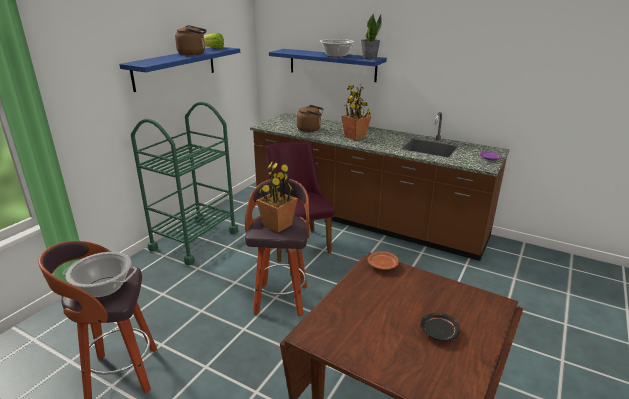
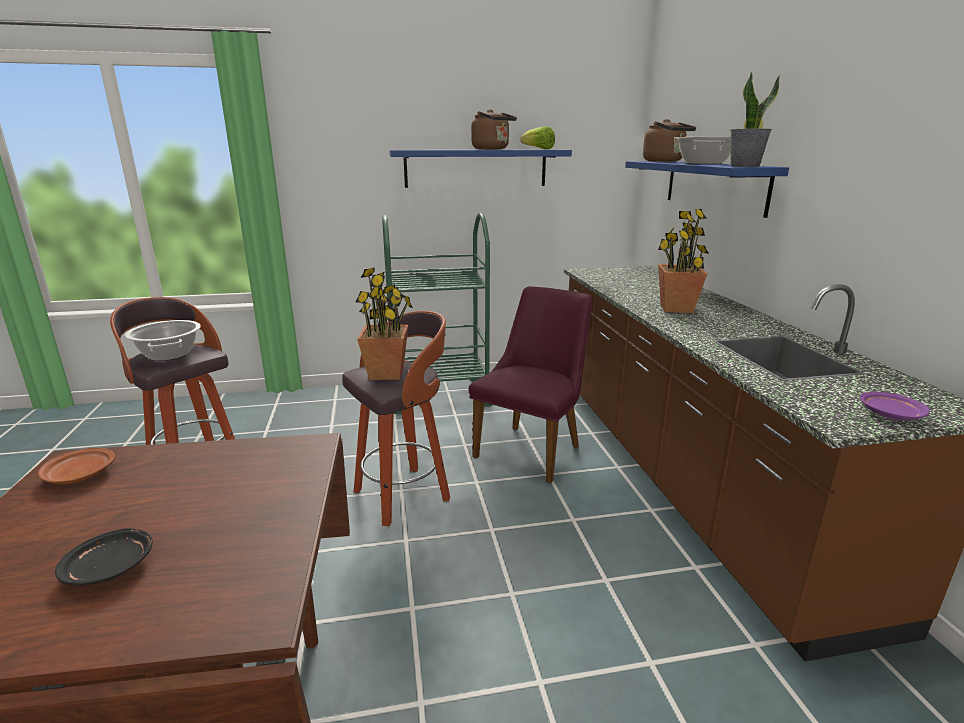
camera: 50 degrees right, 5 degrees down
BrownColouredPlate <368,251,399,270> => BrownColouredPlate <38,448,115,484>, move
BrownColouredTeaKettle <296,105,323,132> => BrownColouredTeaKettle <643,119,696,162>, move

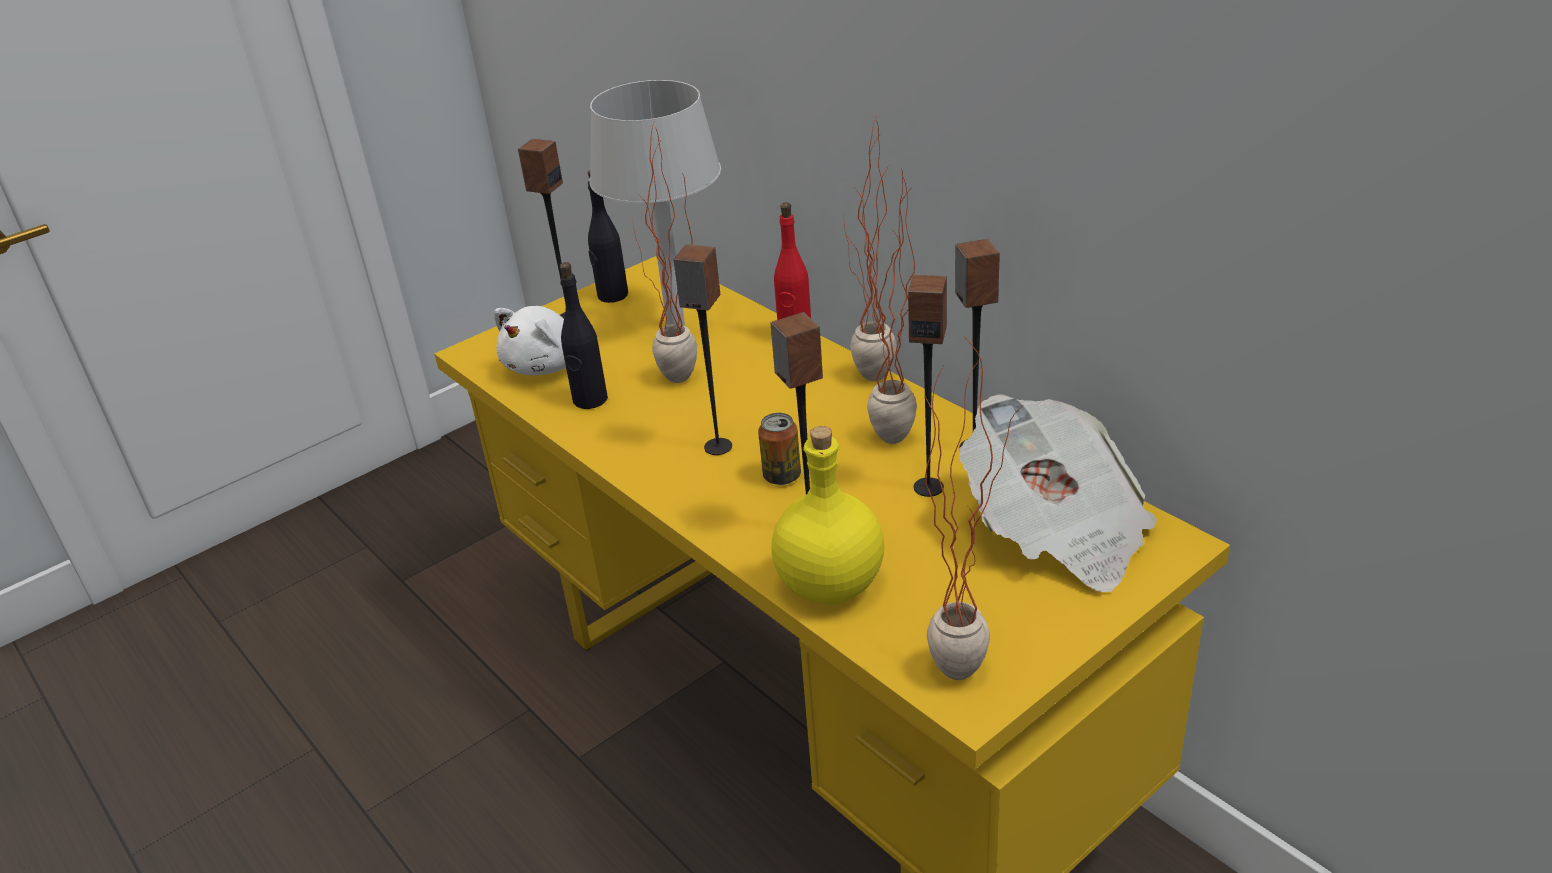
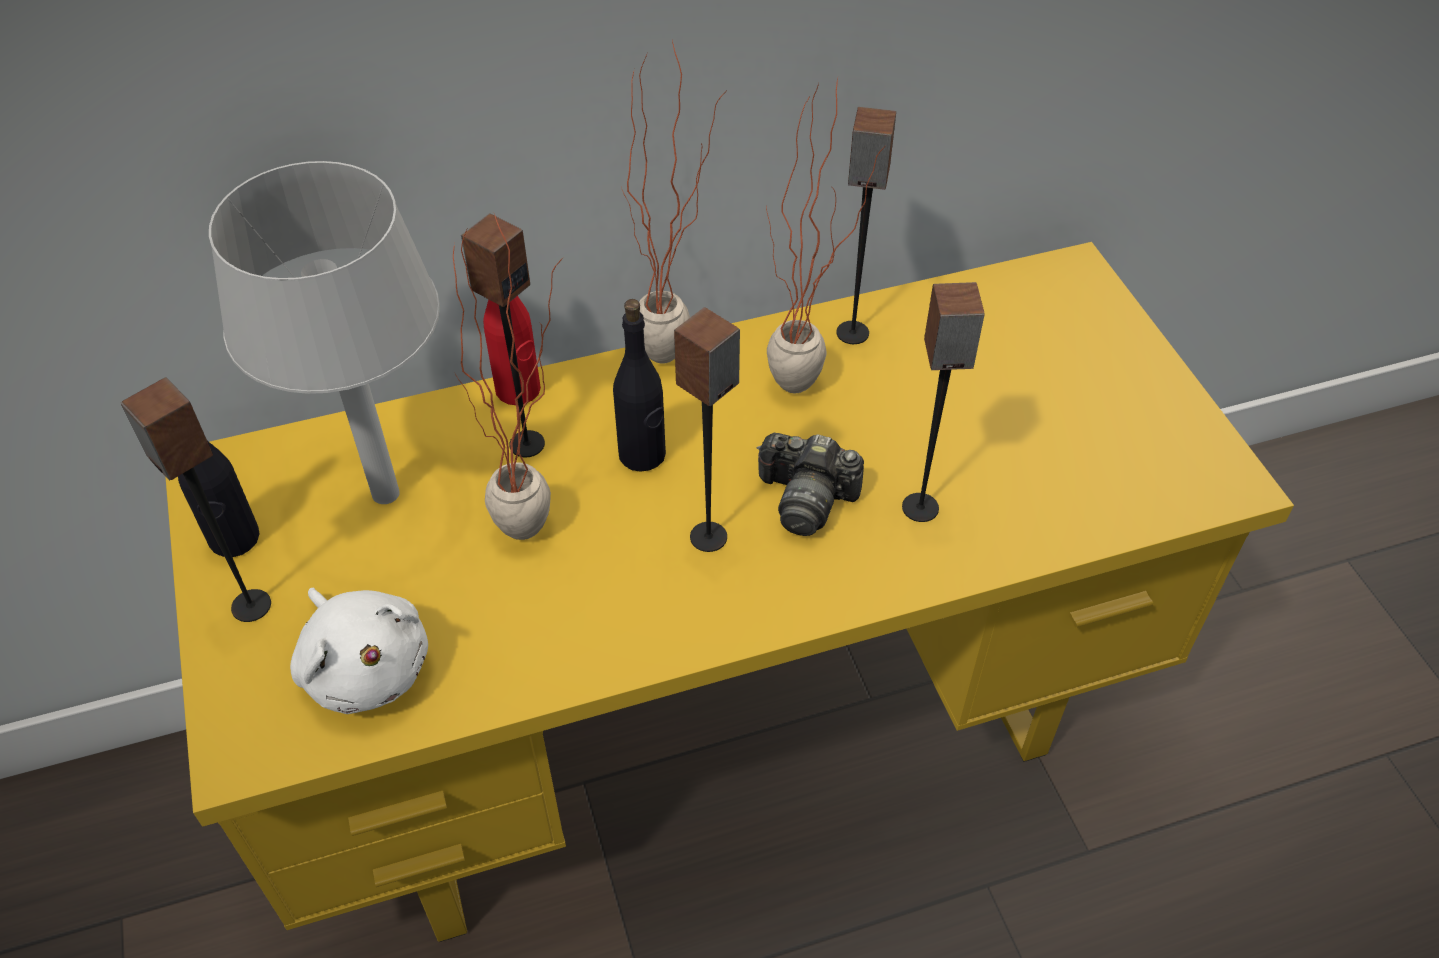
camera: 70 degrees left, 15 degrees up
AudioSpeaker <908,274,947,497> => AudioSpeaker <461,214,545,457>, move
BlackBottle <560,262,608,409> => BlackBottle <613,299,666,472>, move
Can <758,413,801,485> => PhotoCamera <757,433,864,536>
YellowishBottle <772,426,884,605> => nothing
Houseplant <925,340,1023,680> => nothing
PrintedPaper <959,394,1157,592> => nothing

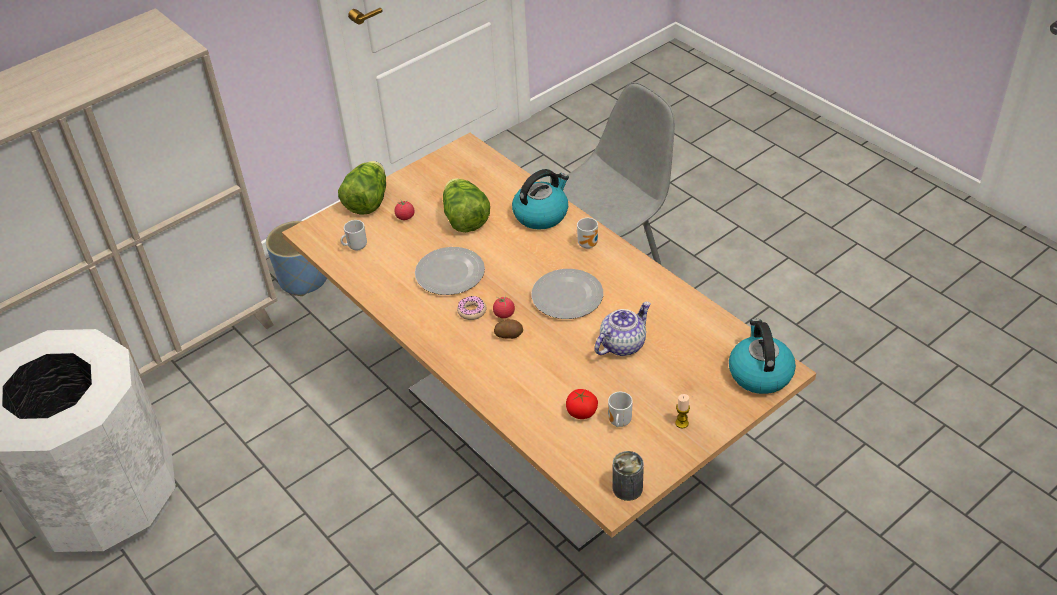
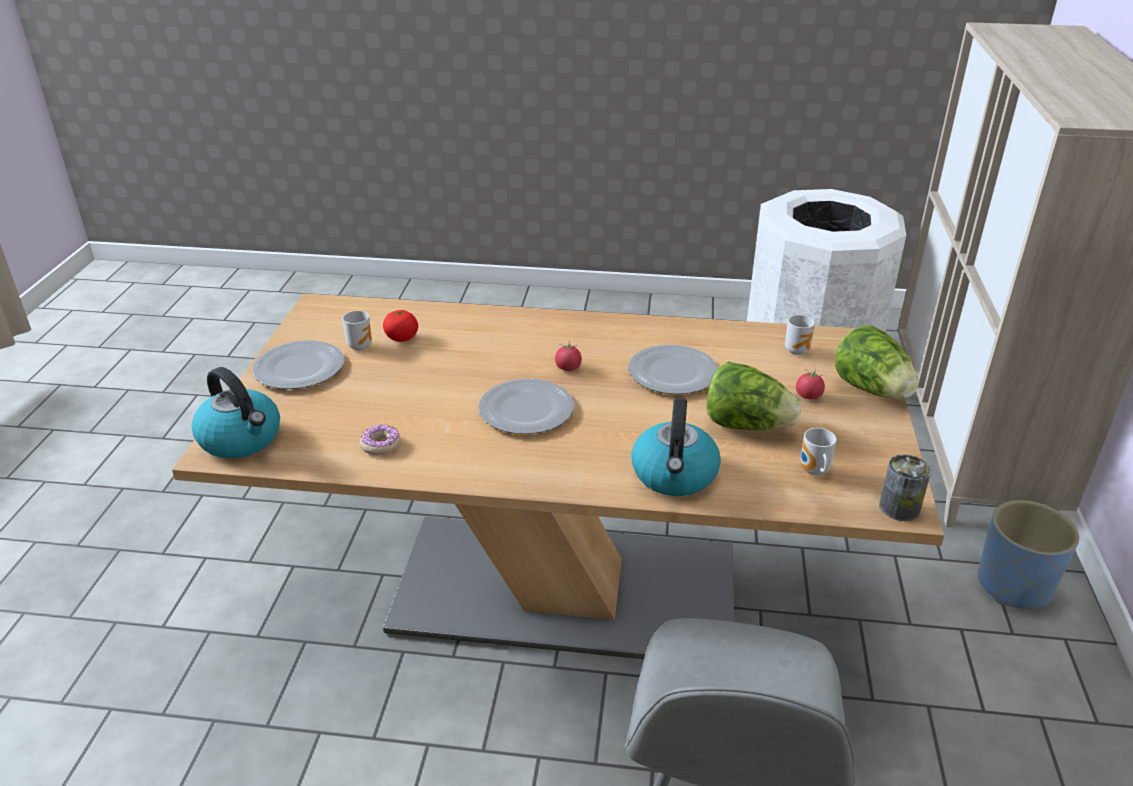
camera: 135 degrees right, 10 degrees down
Candle <675,394,690,428> => Plate <252,340,344,389>
Doughnut <457,296,486,320> => Doughnut <360,425,401,455>, move
CoffeeMug <577,218,598,249> => CoffeeMug <800,428,837,475>, move
Can <613,451,644,501> => Can <879,454,931,521>, move
WholePotato <494,319,523,339> => nothing
PotForTea <595,302,651,356> => nothing

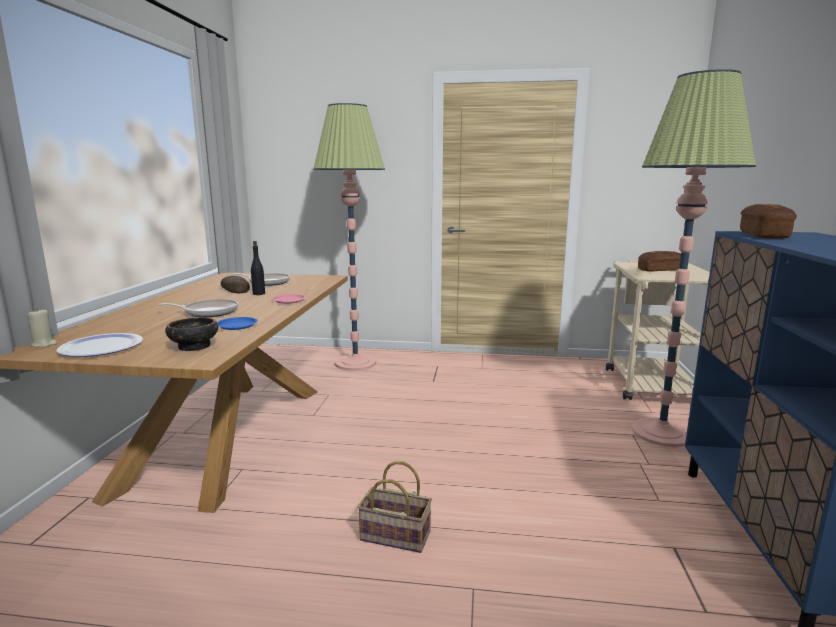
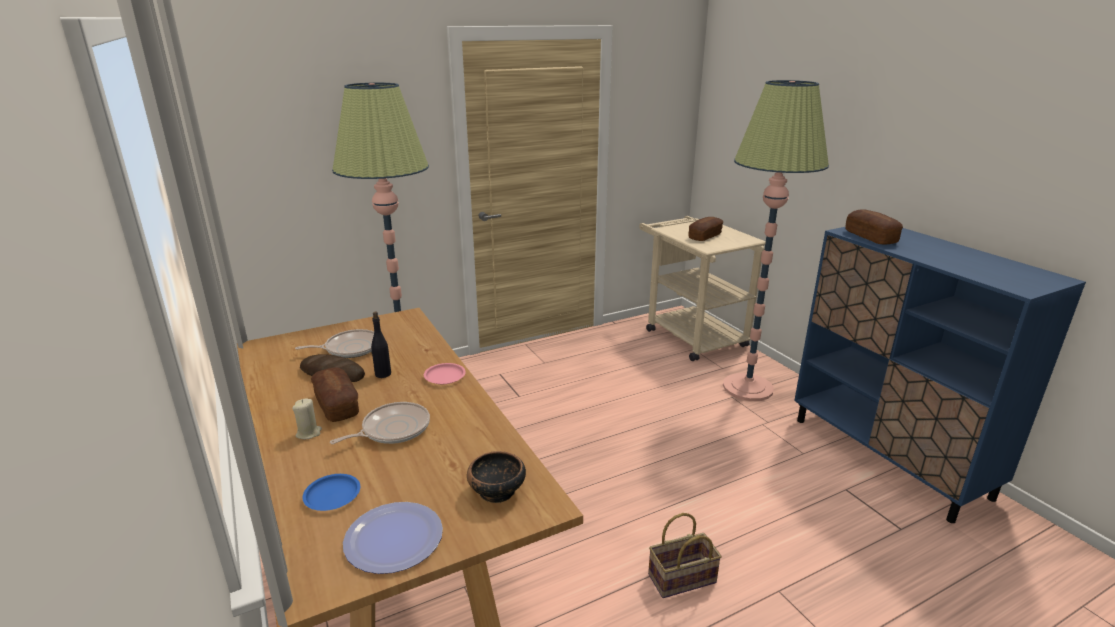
camera: 35 degrees left, 10 degrees up
SandColouredCandle <27,308,57,347> => SandColouredCandle <292,399,322,440>, move
BlueColouredPlate <217,317,258,330> => BlueColouredPlate <302,474,361,511>, move
nothing => BakedBread <311,367,359,422>

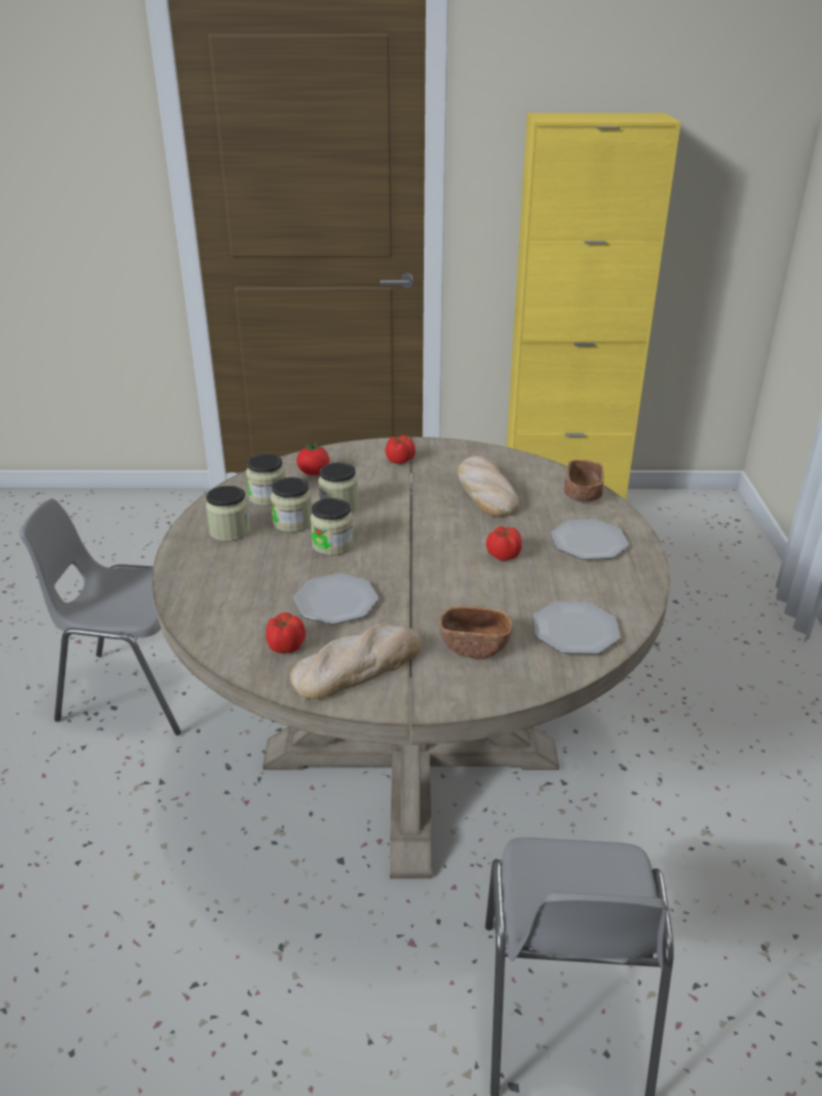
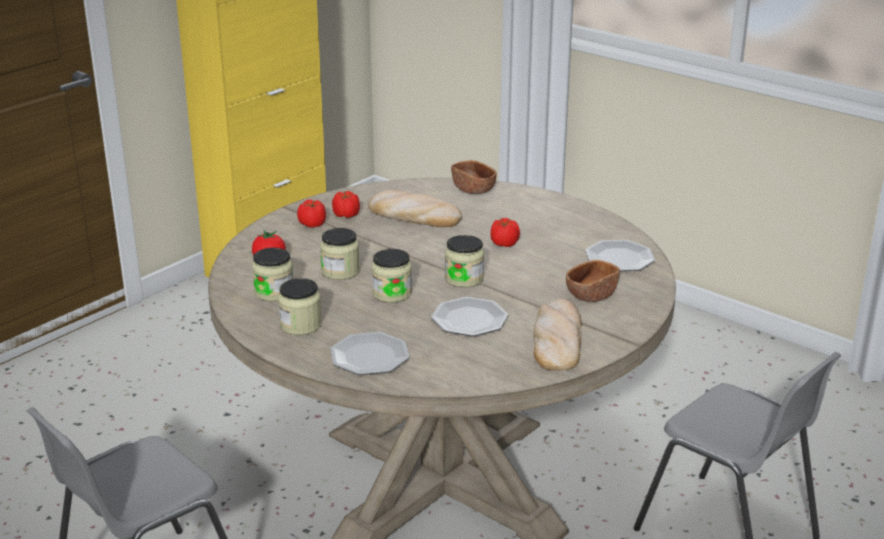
camera: 50 degrees left, 5 degrees down
Plate <551,519,629,560> => Plate <330,332,410,375>, move
Tomato <266,612,306,653> => Tomato <332,191,360,218>, move
StorageJar <270,477,312,532> => StorageJar <445,235,484,288>, move

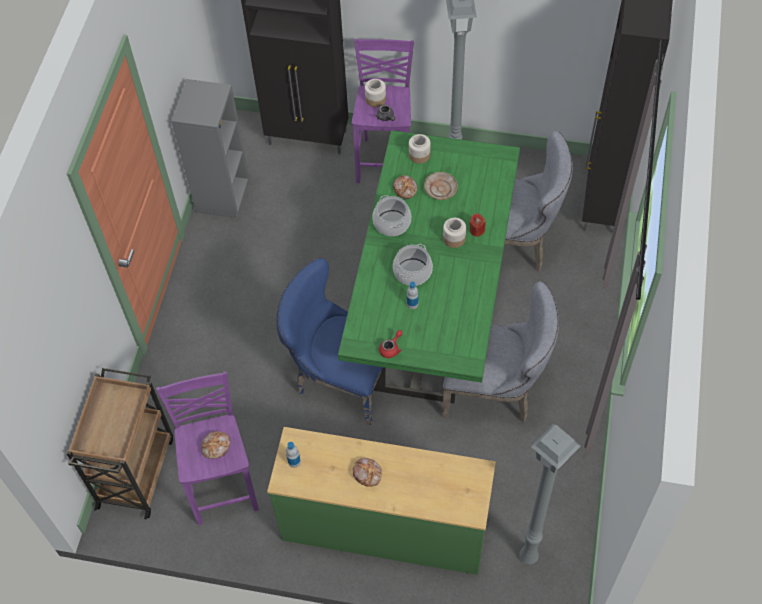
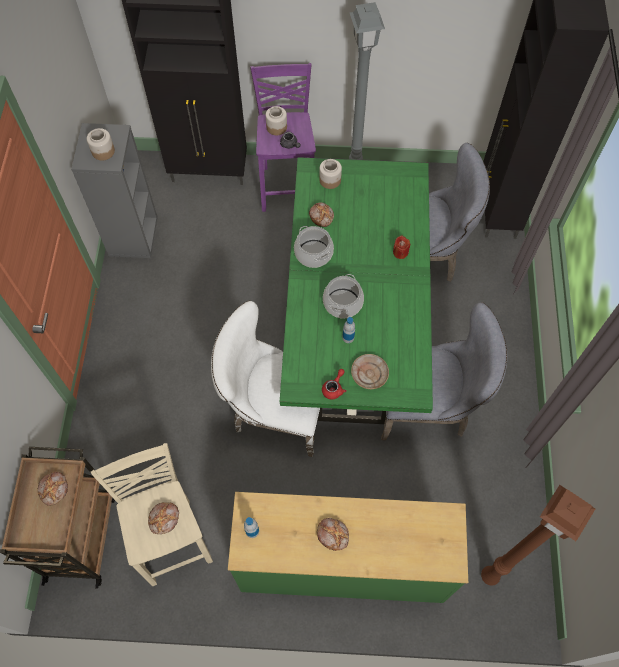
camera: 10 degrees left, 5 degrees up
nothing => BakedBread <38,472,68,506>
StorageJar <443,218,466,248> => StorageJar <87,128,115,161>, move
PurpleColouredStoolSeat <156,371,259,525> => SandColouredStoolSeat <91,443,213,586>
BlueColouredChair <276,258,383,425> => WhitishChair <211,301,320,457>
SandColouredPlate <424,172,458,200> => SandColouredPlate <351,354,389,389>, move
GreyFloorLamp <519,424,580,564> => BrownColouredFloorLamp <481,485,595,586>

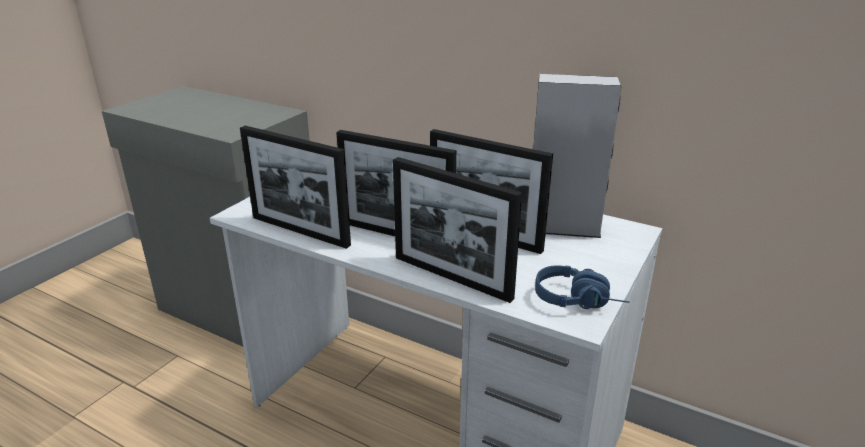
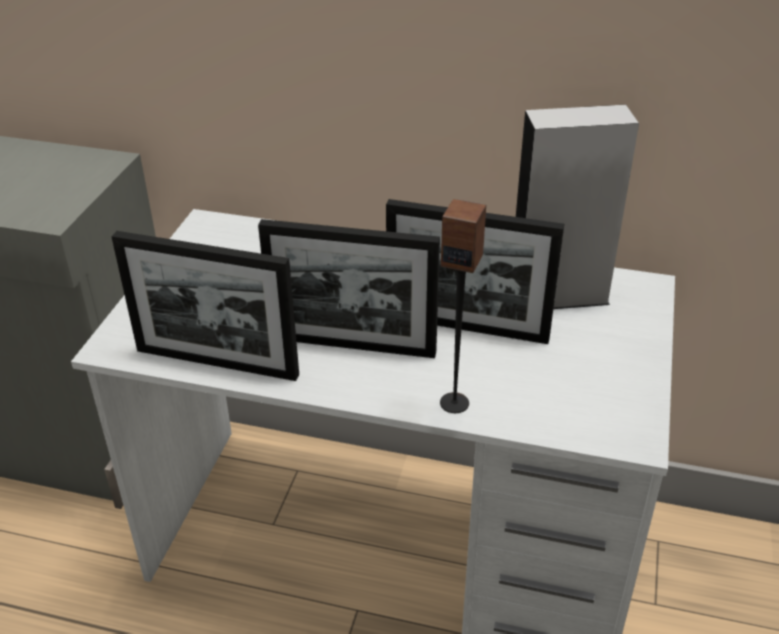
camera: 15 degrees left, 10 degrees up
PhotoFrame <393,157,522,303> => AudioSpeaker <440,199,486,413>
BlueColouredHeadset <535,265,630,309> => nothing

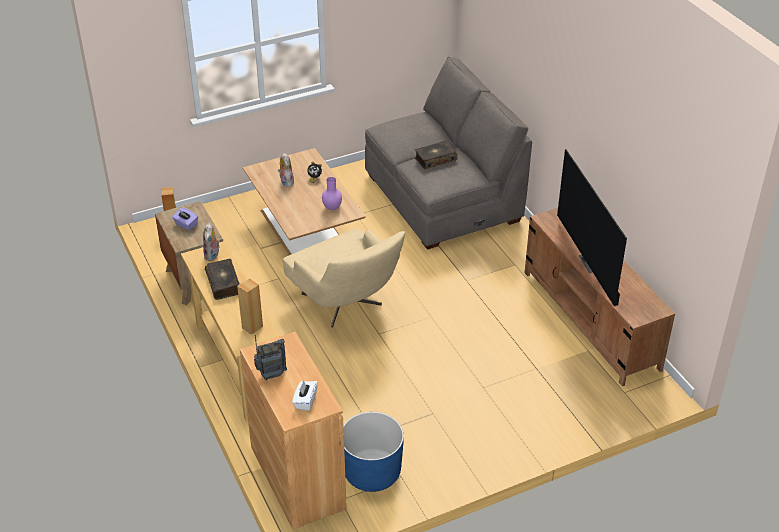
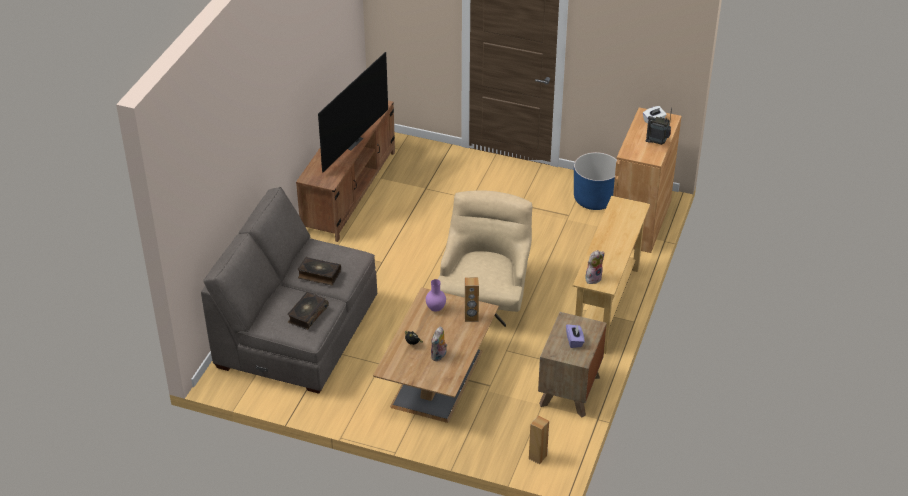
camera: 135 degrees left, 0 degrees up
Volume <205,259,239,300> => Volume <287,292,329,330>, move
BrownColouredAudioSpeaker <237,278,263,335> => BrownColouredAudioSpeaker <465,277,479,322>, move

